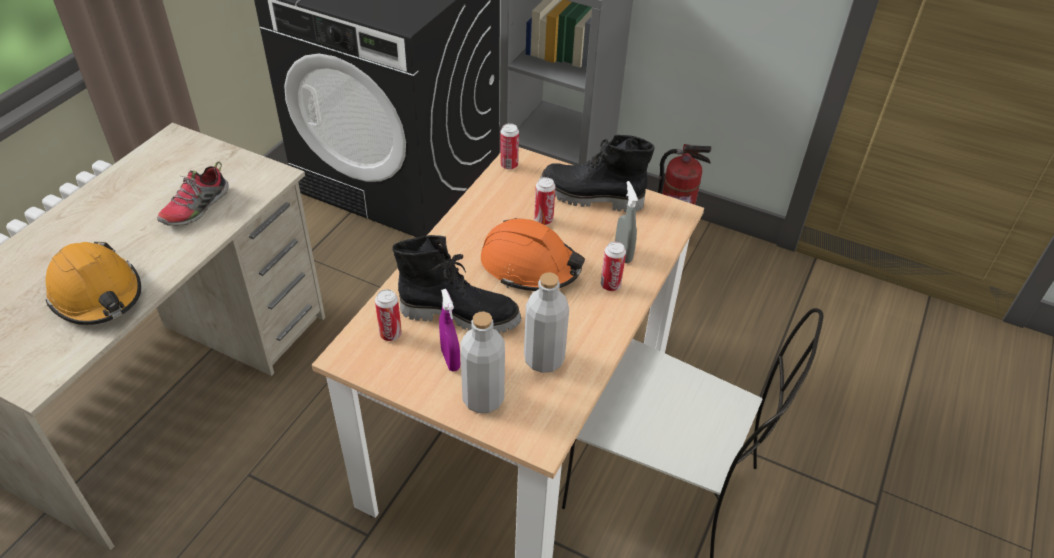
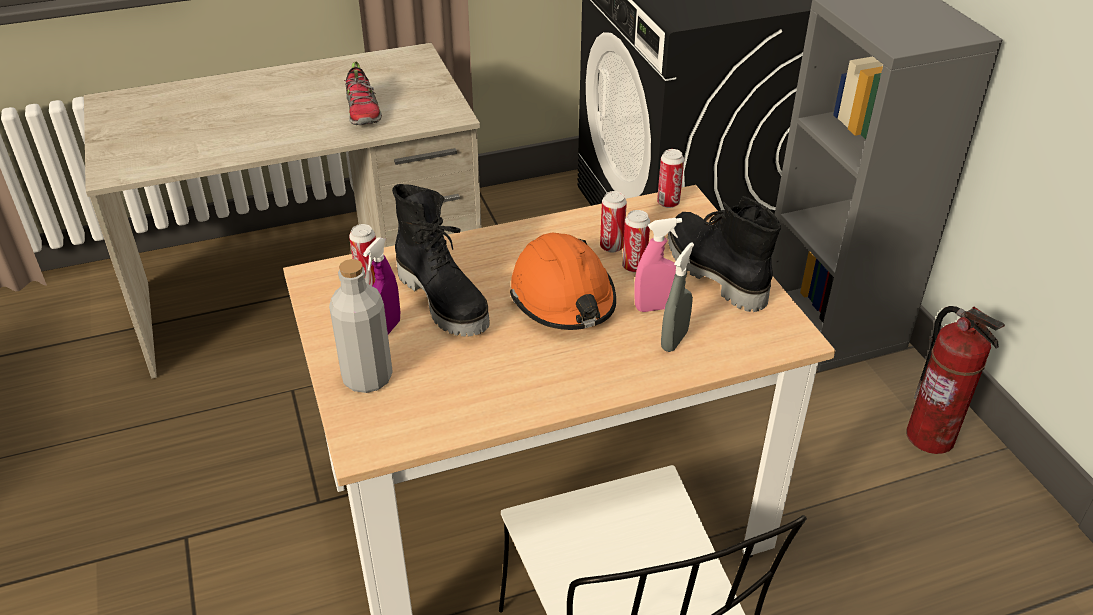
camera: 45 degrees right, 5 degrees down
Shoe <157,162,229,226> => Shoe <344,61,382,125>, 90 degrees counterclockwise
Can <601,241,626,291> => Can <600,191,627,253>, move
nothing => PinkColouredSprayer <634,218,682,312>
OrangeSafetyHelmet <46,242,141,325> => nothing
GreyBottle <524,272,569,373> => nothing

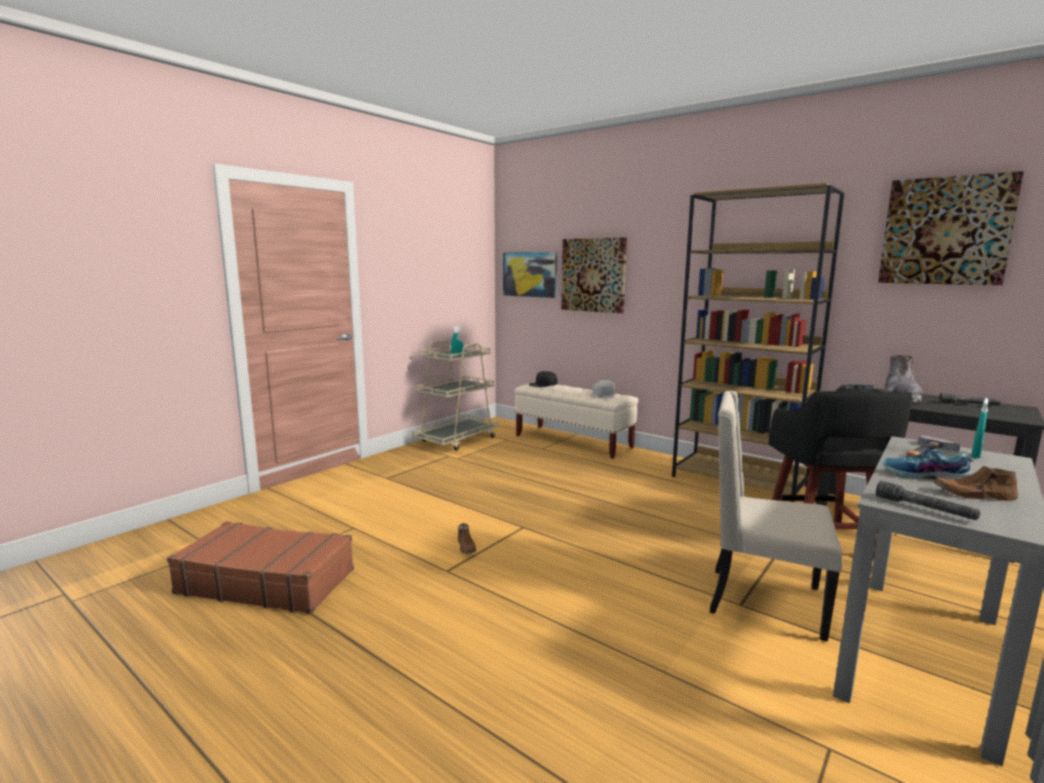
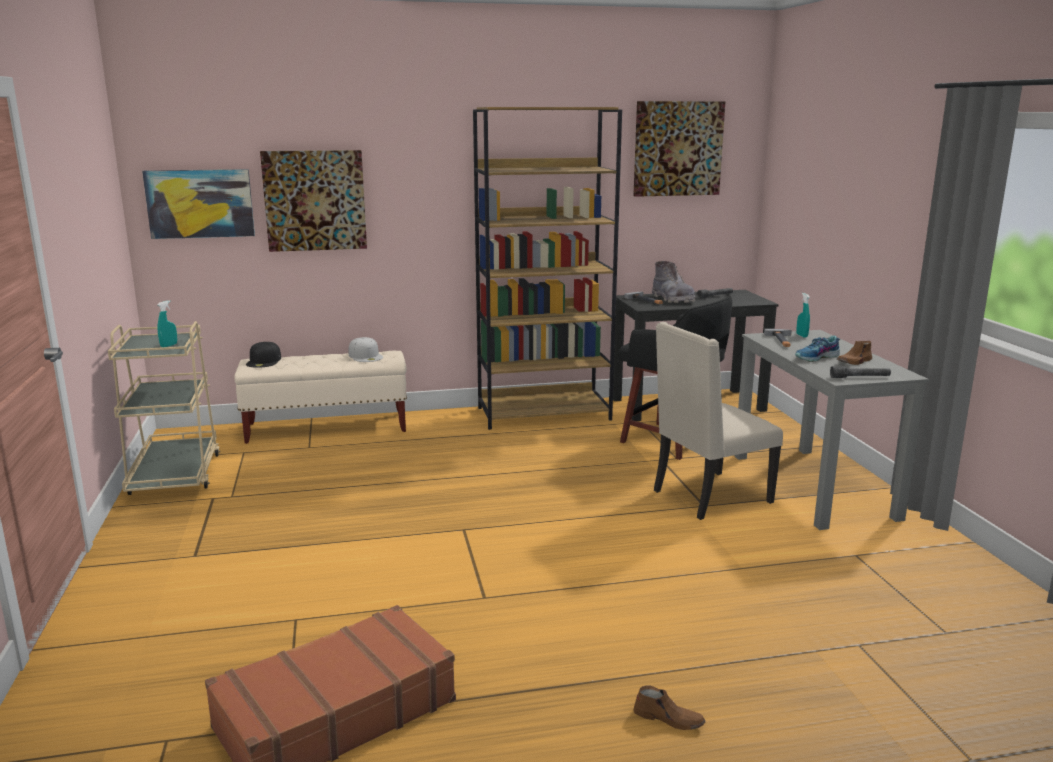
camera: 50 degrees left, 5 degrees up
BrownColouredShoe <458,523,476,554> => BrownColouredShoe <633,685,705,730>, move

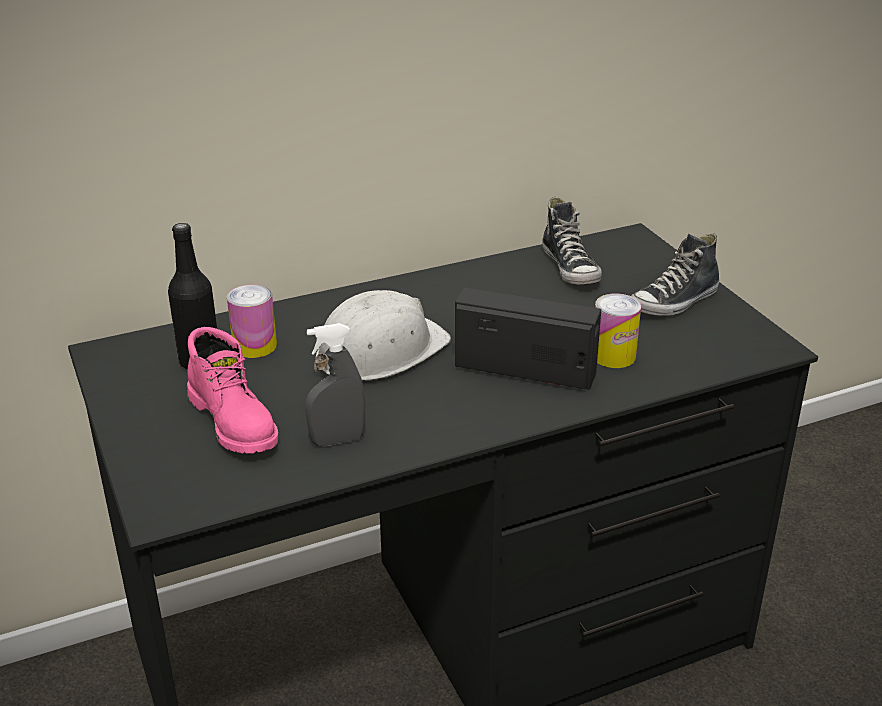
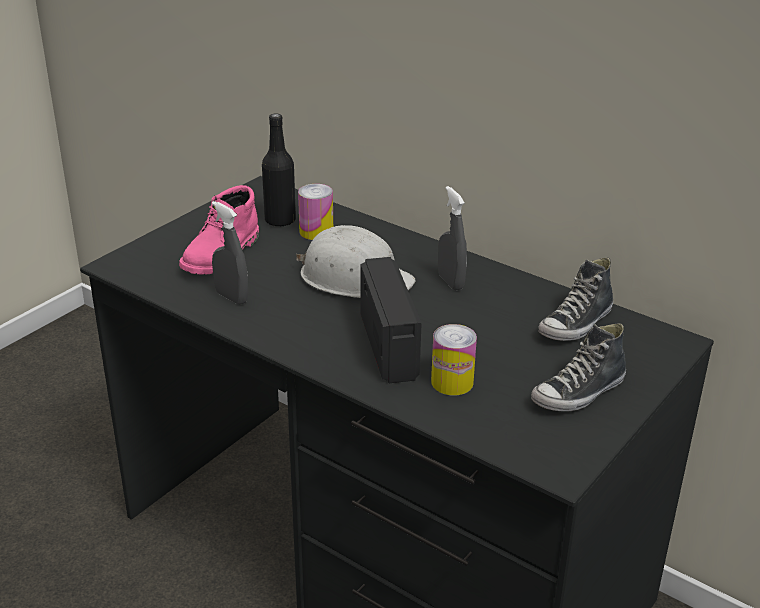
camera: 60 degrees right, 0 degrees up
nothing => GreySprayer <438,186,467,290>
Shoe <631,233,719,316> => Shoe <531,323,626,411>, 60 degrees counterclockwise

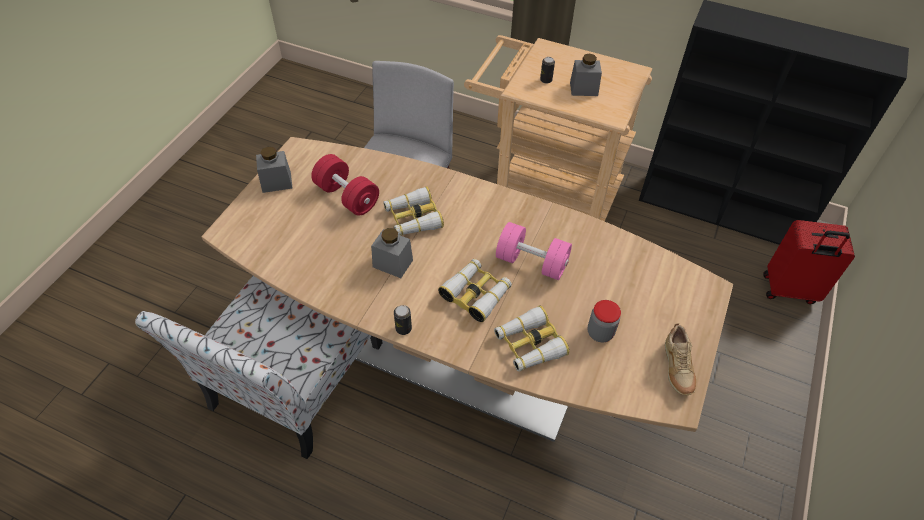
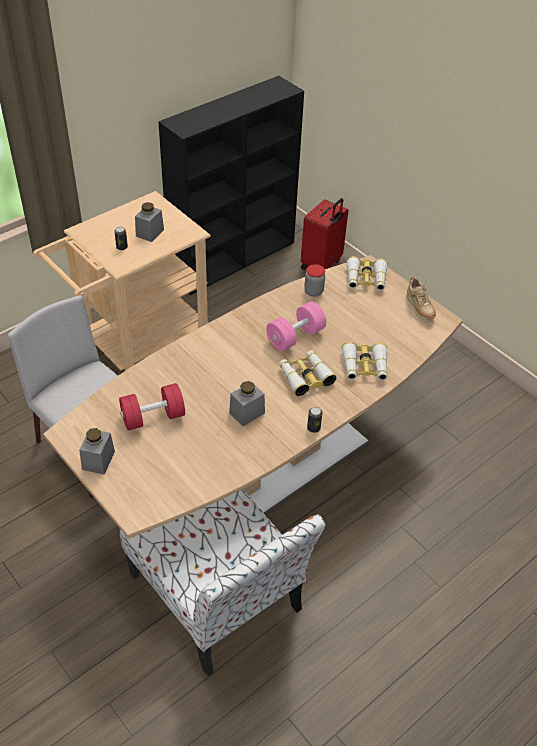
camera: 65 degrees left, 5 degrees down
StorageJar <588,300,621,342> => StorageJar <304,264,325,297>, move
Binoculars <383,186,444,236> => Binoculars <347,256,387,291>, move
SandColouredShoe <665,323,696,395> => SandColouredShoe <407,277,436,320>, 45 degrees clockwise

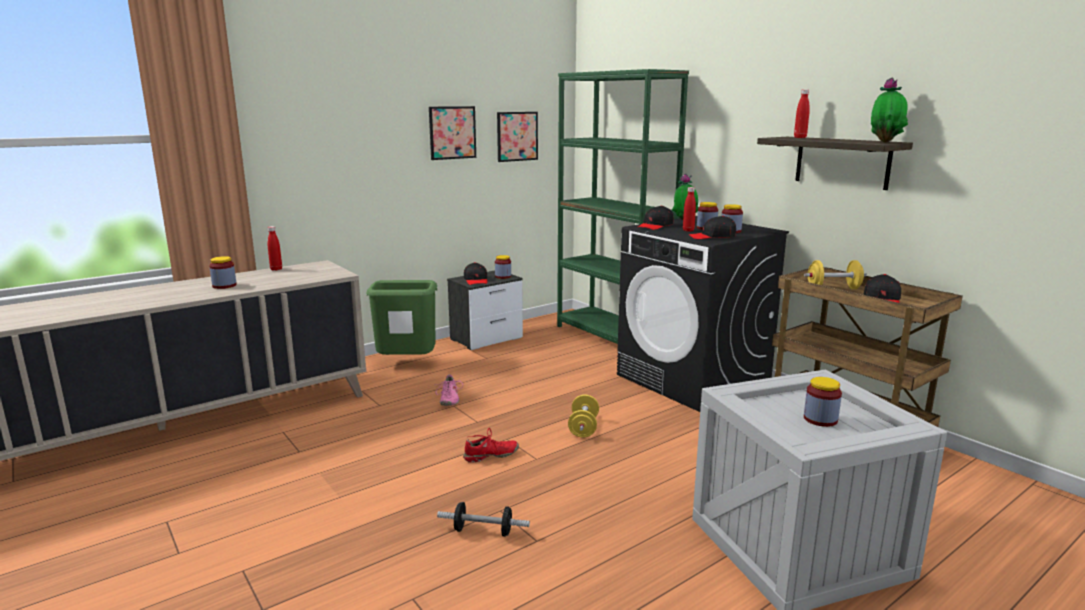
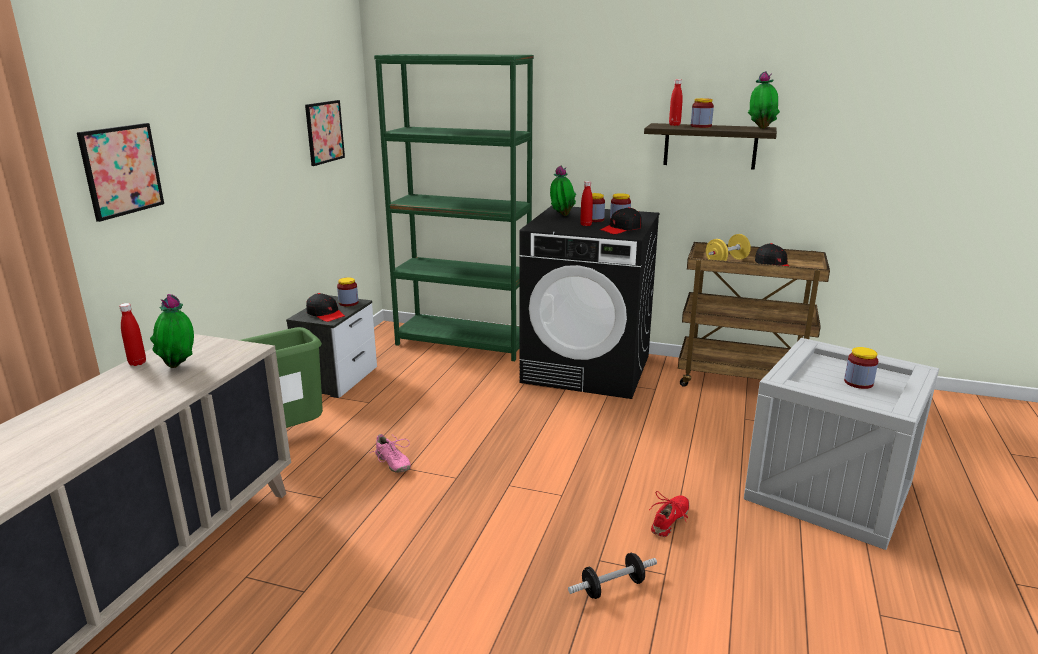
camera: 35 degrees left, 5 degrees up
WallPicture <429,106,476,160> => WallPicture <77,123,164,222>, move
nothing => Houseplant <150,294,194,368>
RedColouredShoe <463,428,519,463> => RedColouredShoe <649,491,689,537>, move
StorageJar <209,256,237,289> => StorageJar <691,98,714,128>, move
YellowishFreeWeight <568,395,599,438> => nothing
BlackBaseballCap <638,205,673,230> => nothing

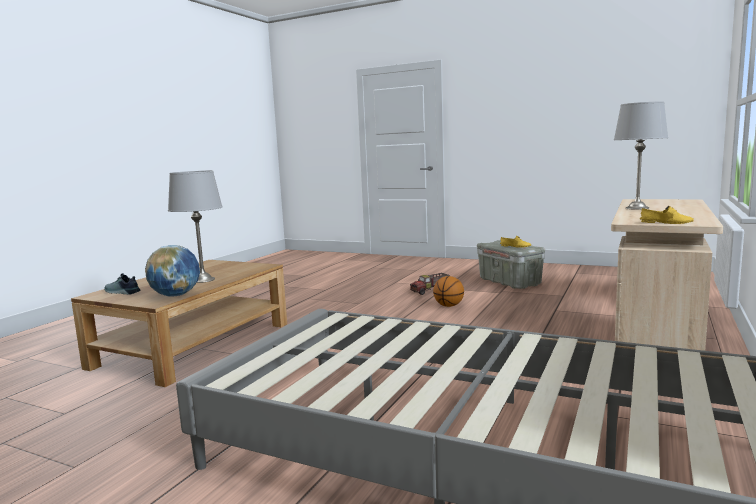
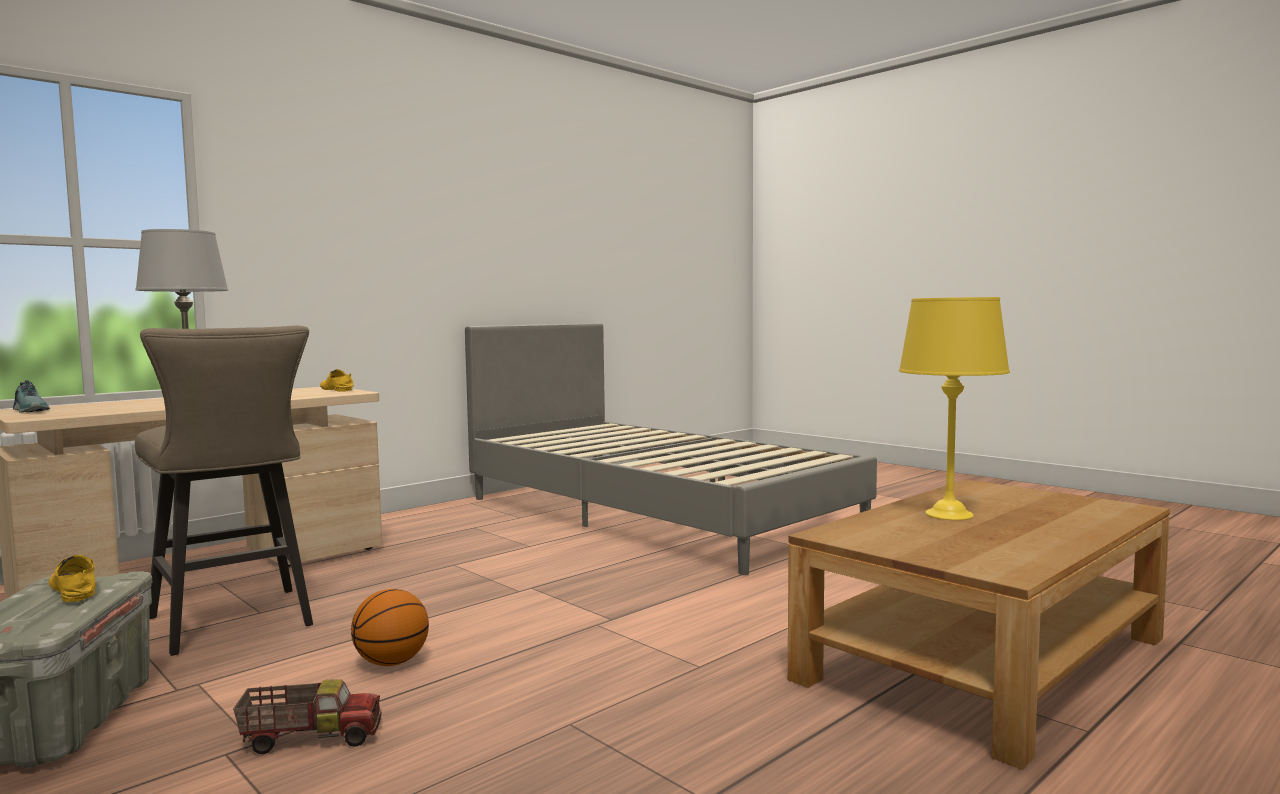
camera: 160 degrees left, 5 degrees down
Shoe <104,273,141,295> => Shoe <13,380,50,413>, move
nothing => SandColouredStoolSeat <135,325,313,656>
GreyLampForATable <168,170,223,283> => YellowishLampForATable <899,297,1010,520>
WorldGlobe <145,245,200,297> => nothing

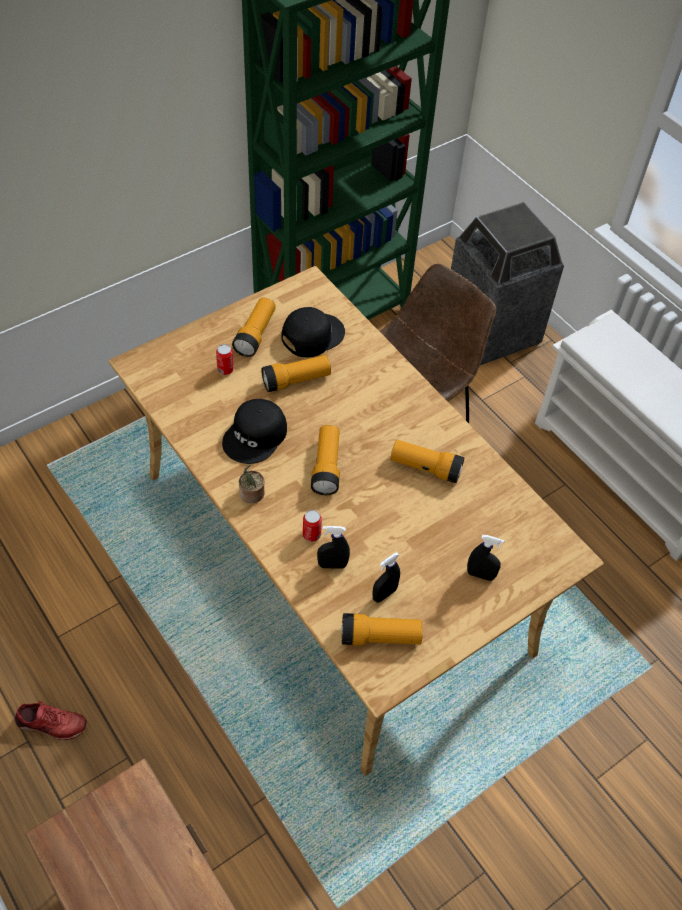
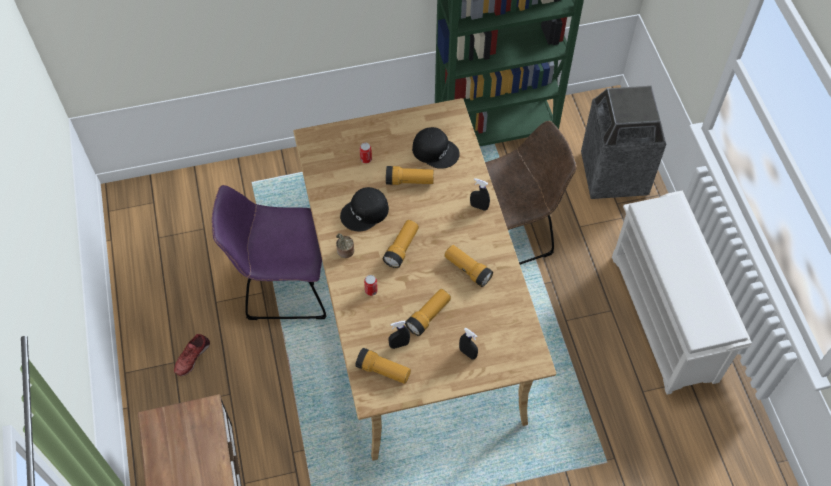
camera: 25 degrees right, 5 degrees up
RedColouredShoe <15,701,87,740> => RedColouredShoe <174,334,210,376>, 90 degrees clockwise
nothing => PurpleColouredChair <212,185,326,320>
Torch <232,297,275,357> => Torch <405,289,451,336>, move
BlackBaseballCap <281,307,345,357> => BlackBaseballCap <412,127,460,169>, 45 degrees clockwise
BlackSprayer <317,526,350,569> => BlackSprayer <470,178,490,211>, move

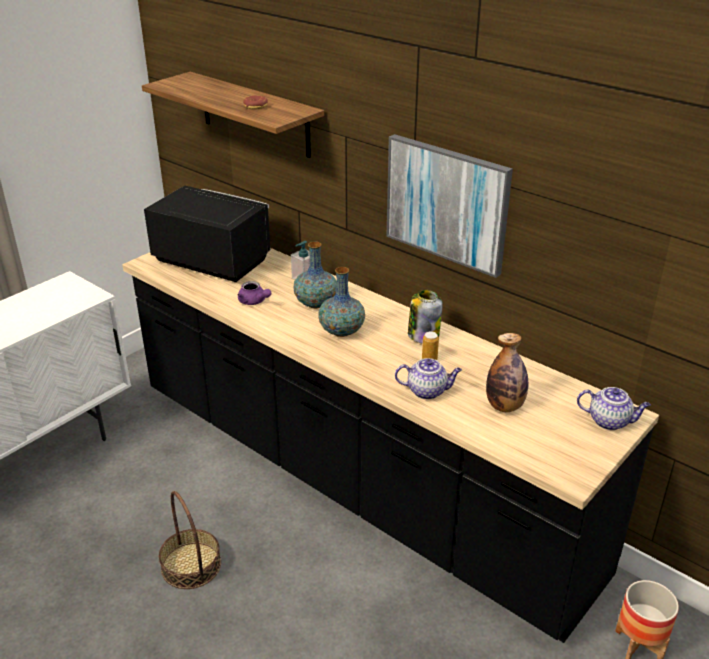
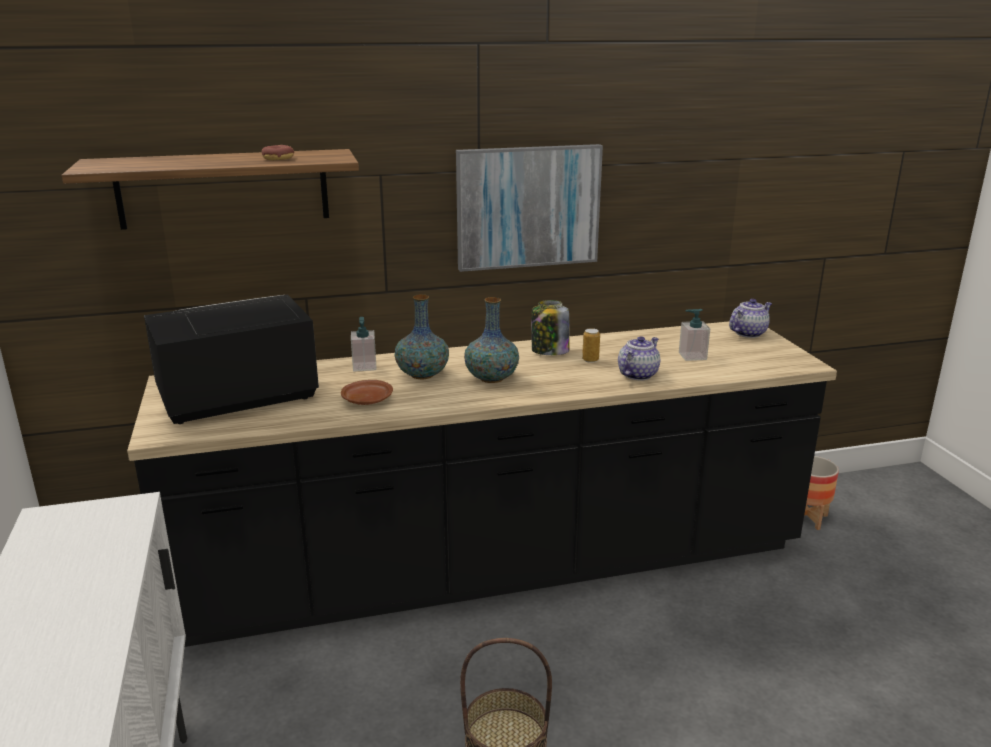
camera: 55 degrees left, 10 degrees down
PurpleColouredPotForTea <237,281,271,305> => BrownColouredPlate <341,380,393,405>
Bottle <486,333,528,412> => SoapBottle <679,309,710,361>

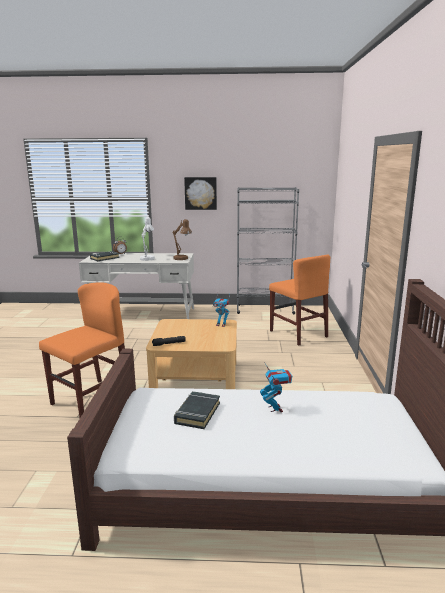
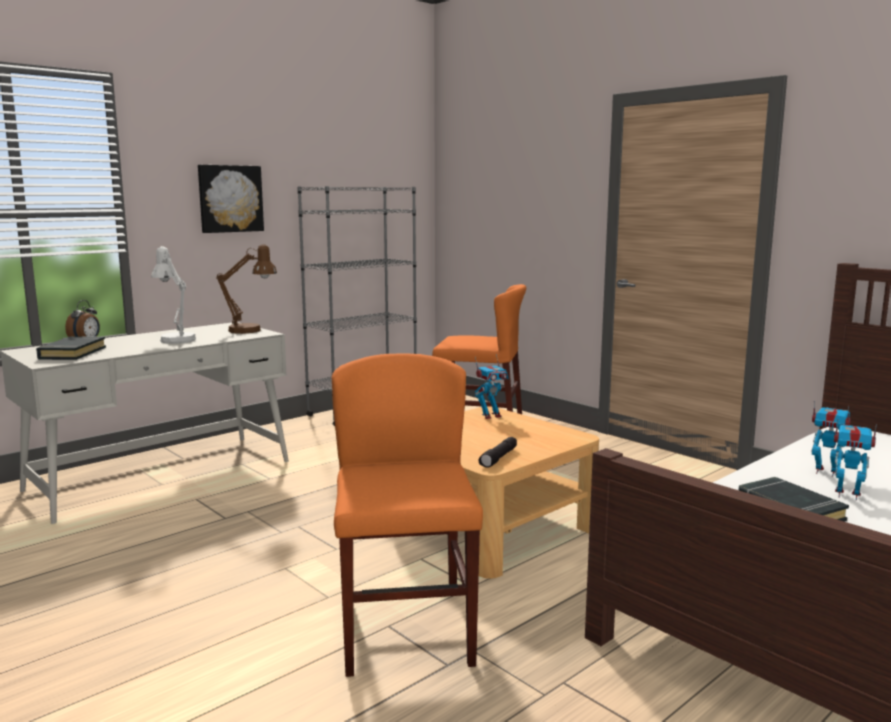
camera: 45 degrees left, 5 degrees down
nothing => ToyRobot <834,420,877,501>

